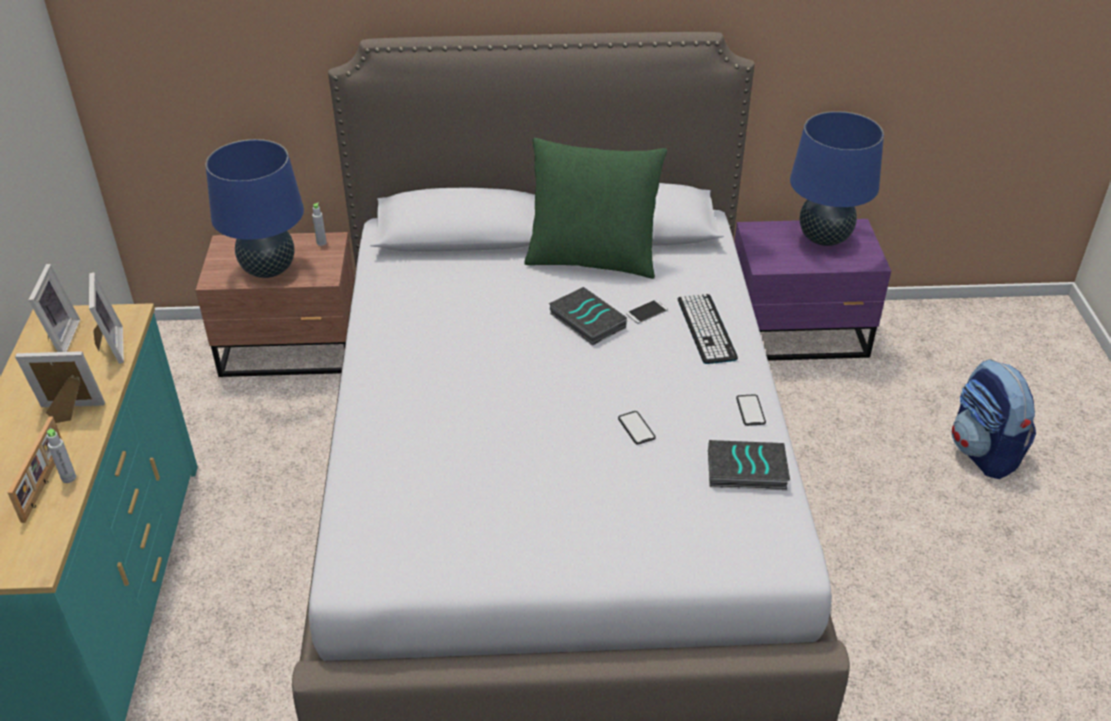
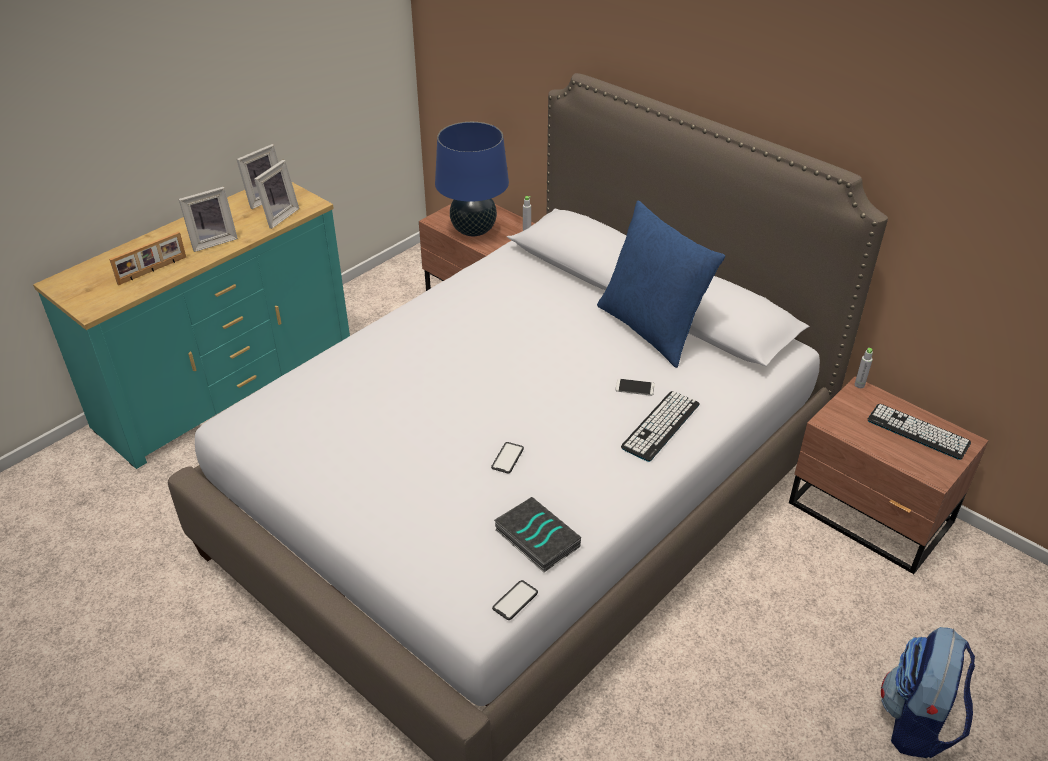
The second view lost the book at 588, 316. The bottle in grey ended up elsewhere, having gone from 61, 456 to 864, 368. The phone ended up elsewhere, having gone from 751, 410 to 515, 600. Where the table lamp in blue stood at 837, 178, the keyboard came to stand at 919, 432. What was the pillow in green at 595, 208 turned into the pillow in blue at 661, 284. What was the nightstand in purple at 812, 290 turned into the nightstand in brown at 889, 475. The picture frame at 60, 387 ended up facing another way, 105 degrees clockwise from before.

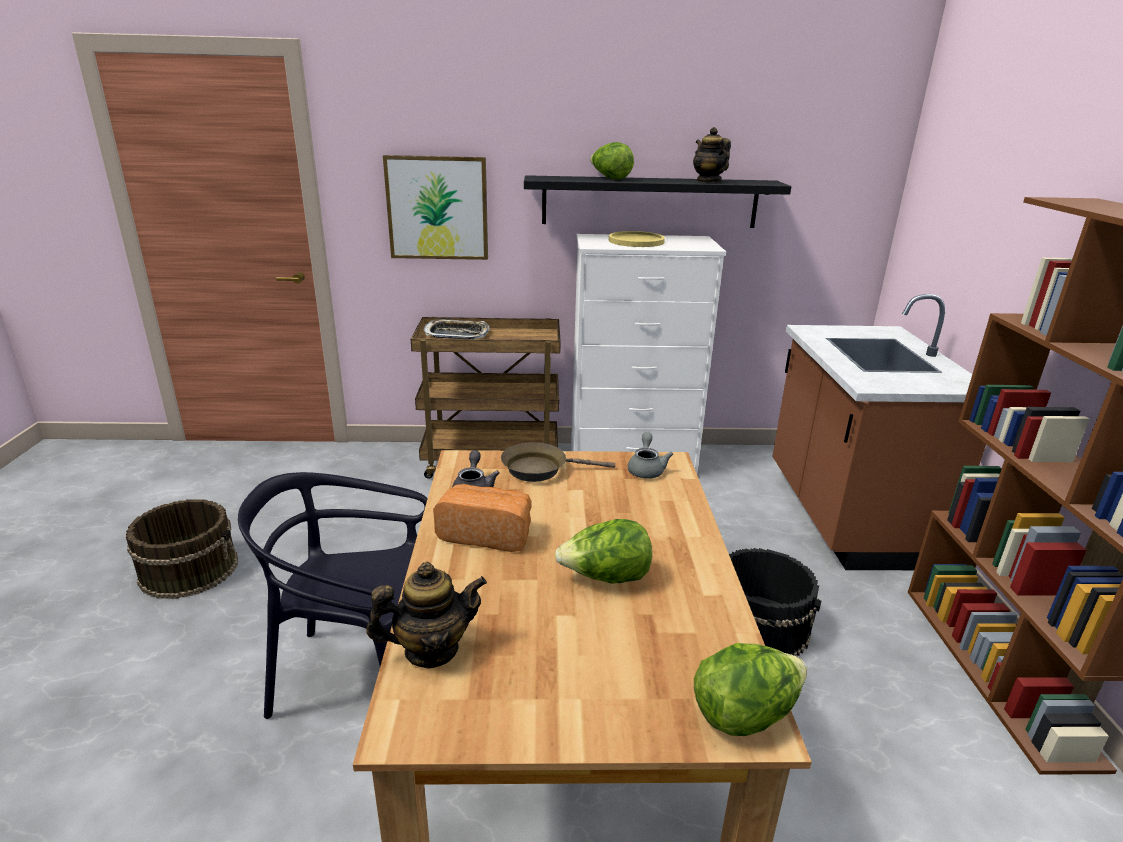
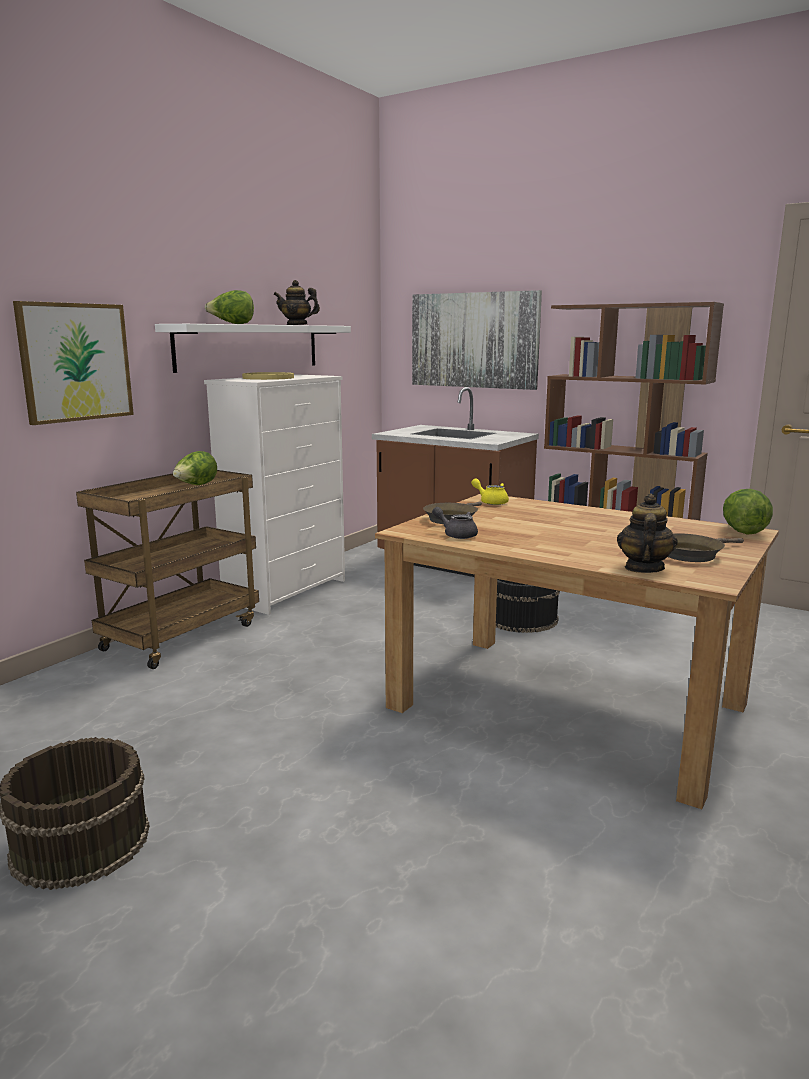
The second view lost the chair in black at 333, 595. The second view lost the tray at 456, 329. The second view lost the bread at 482, 518. The second view gained the picture at 477, 340. The second view gained the frying pan in brown at 706, 547. The lettuce ended up elsewhere, having gone from 603, 551 to 195, 468. What was the shelf in black at 657, 201 turned into the shelf in white at 253, 348. What was the teapot in grey at 650, 455 turned into the teapot in yellow at 490, 491.

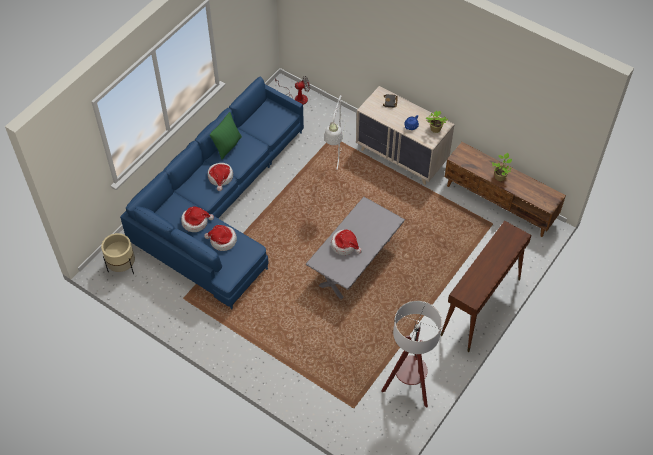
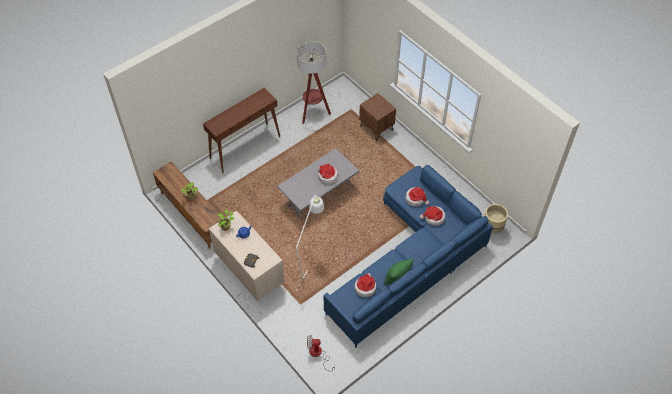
The second view gained the nightstand in brown at 377, 117. The hat ended up elsewhere, having gone from 220, 177 to 365, 285.

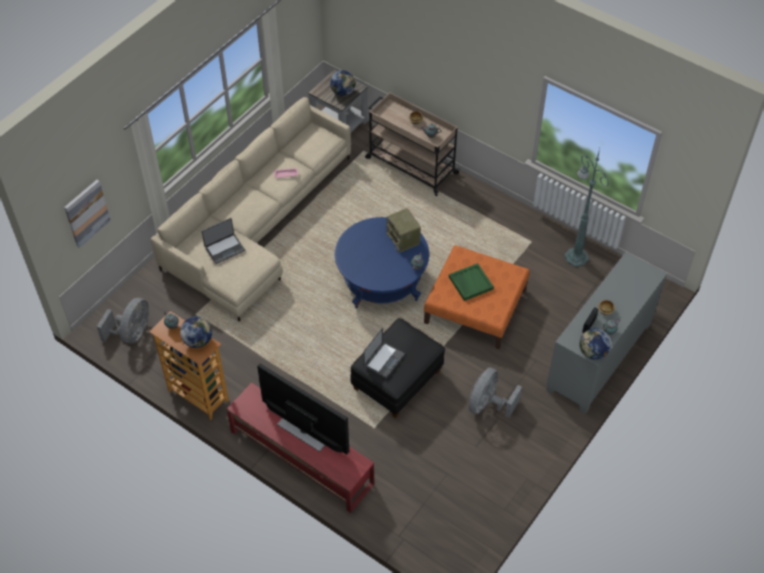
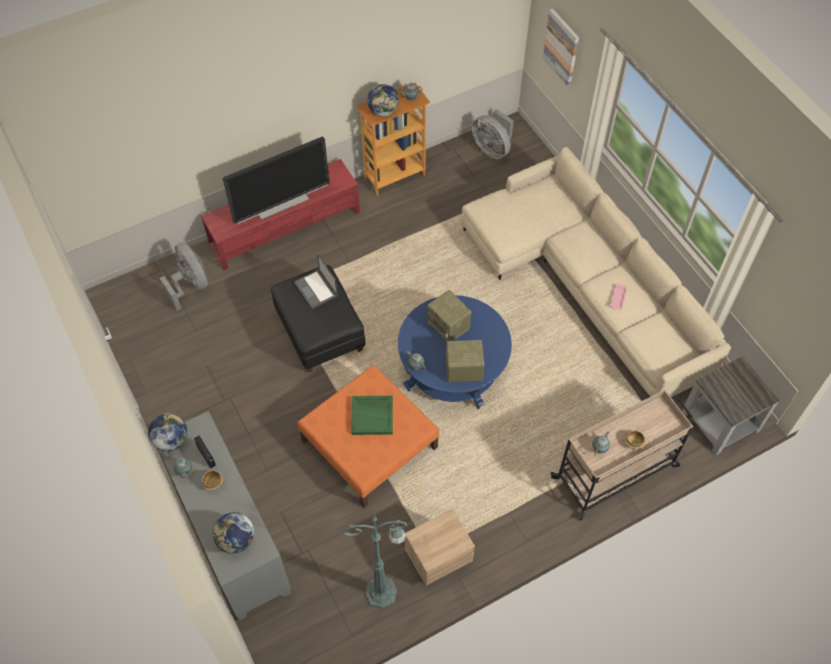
The second view lost the laptop at 223, 241. The second view gained the nightstand in beige at 440, 547. The second view gained the radio at 449, 316. The globe ended up elsewhere, having gone from 343, 83 to 233, 533. The fan in grey ended up elsewhere, having gone from 495, 392 to 184, 276.

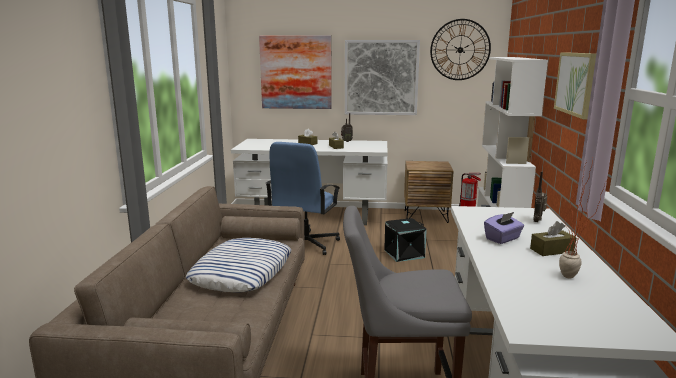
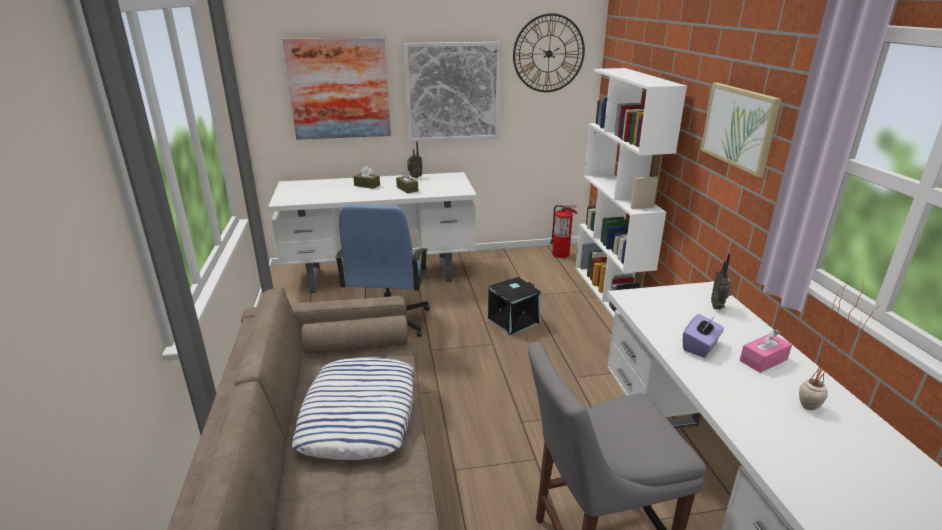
The second view lost the nightstand in brown at 428, 192. What was the tissue box in brown at 553, 238 turned into the tissue box in pink at 766, 351.

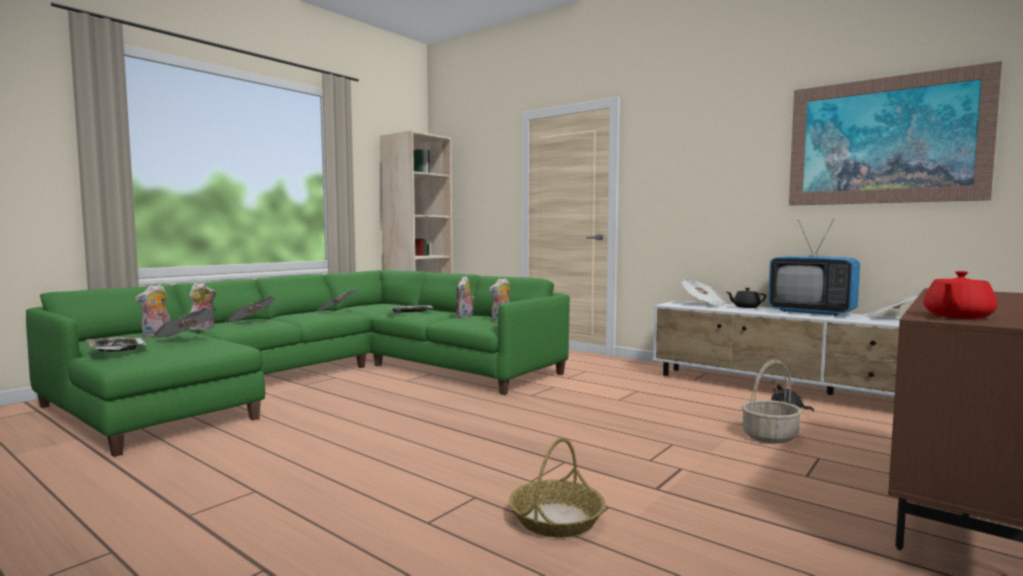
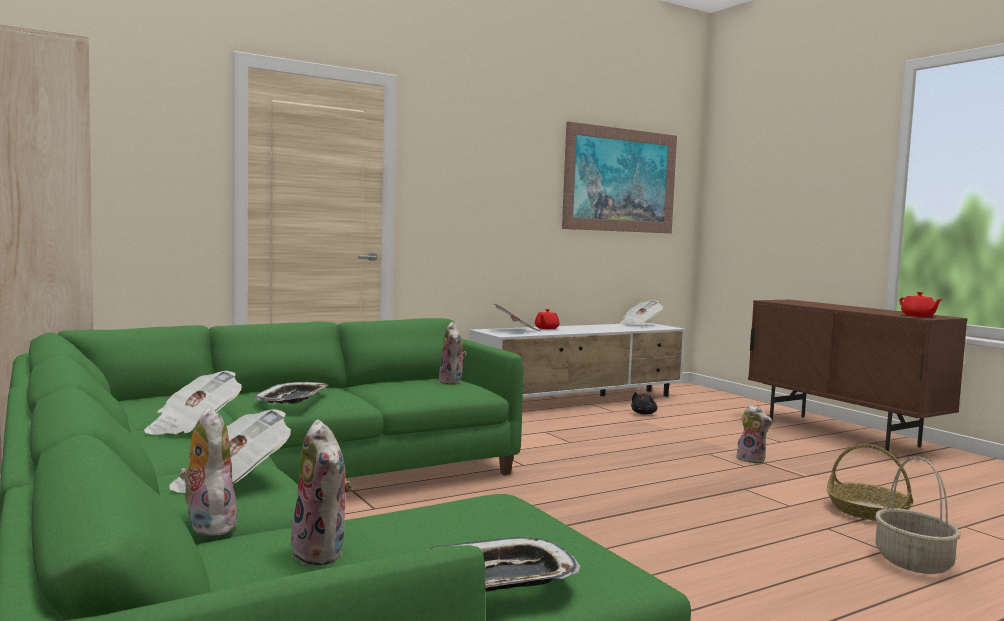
The second view lost the newspaper at 182, 323. The second view lost the television at 814, 267. The plush toy ended up elsewhere, having gone from 465, 297 to 754, 434. The basket ended up elsewhere, having gone from 771, 402 to 918, 515. What was the teapot in black at 746, 298 turned into the teapot in red at 547, 319.

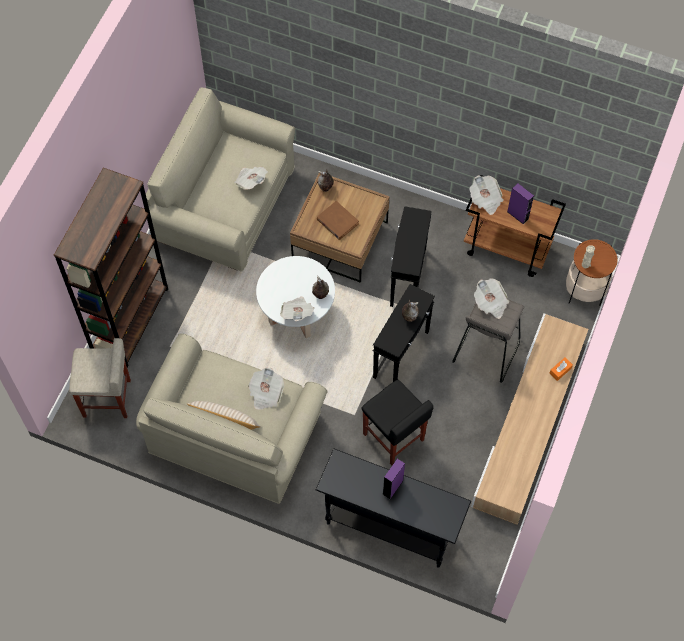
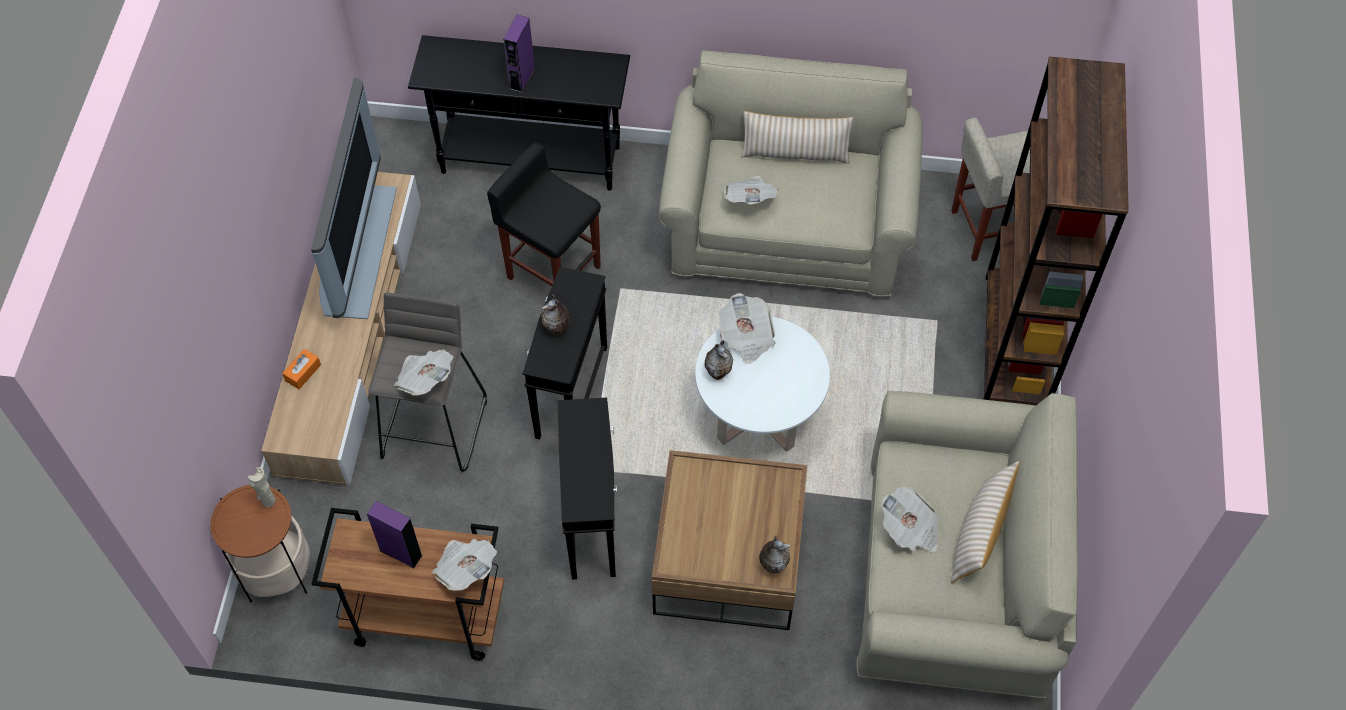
The second view lost the book in brown at 338, 220. The second view gained the television at 354, 198. The second view gained the pillow in beige at 985, 522.

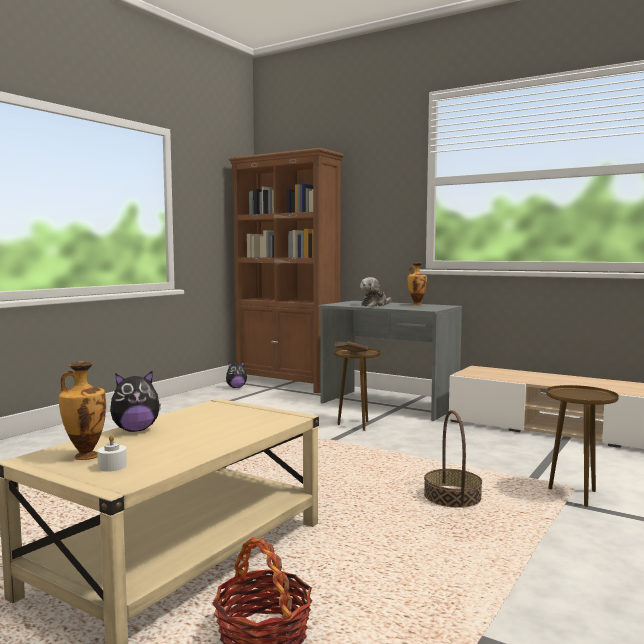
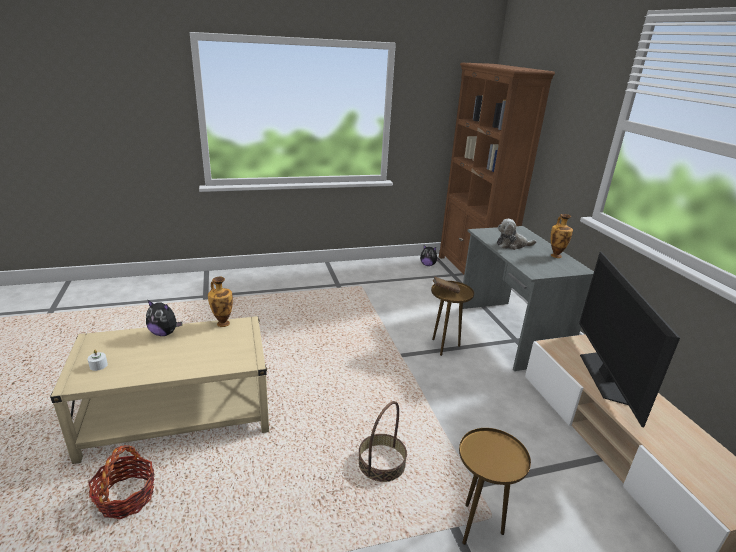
The second view gained the television at 629, 339. The vase ended up elsewhere, having gone from 82, 410 to 220, 302.

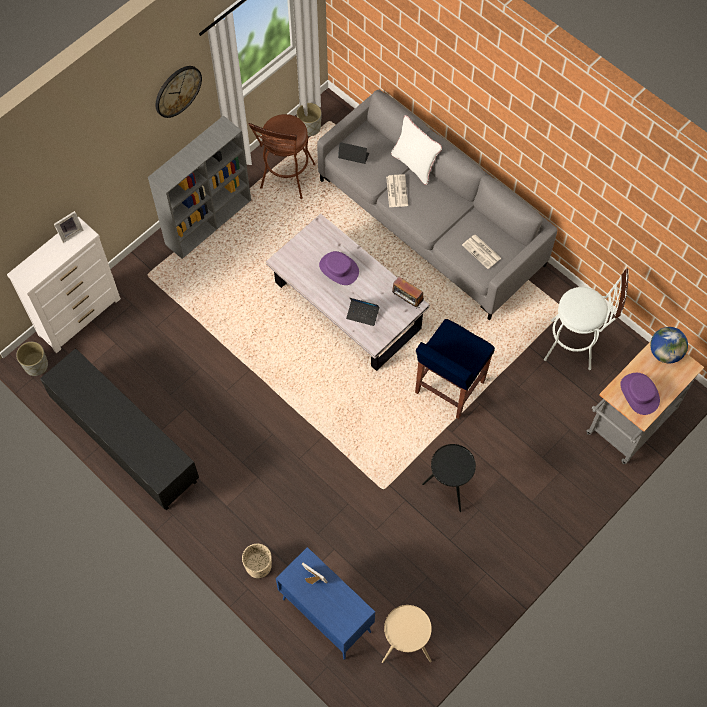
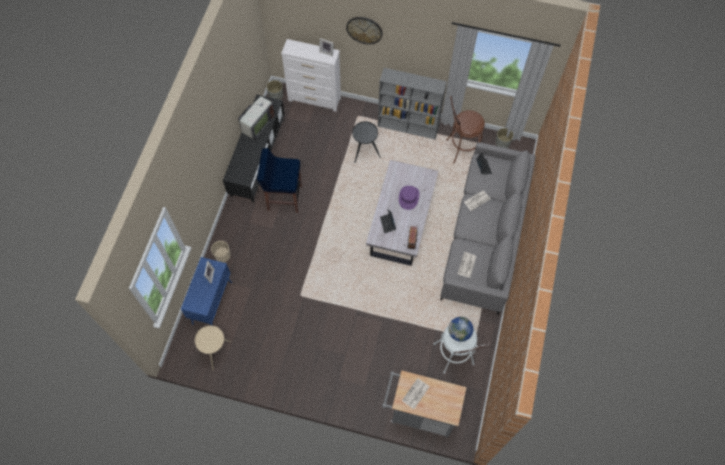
The second view lost the pillow in white at 416, 150. The second view gained the television at 256, 113. The wall clock ended up elsewhere, having gone from 179, 92 to 364, 30. The stool in blue ended up elsewhere, having gone from 455, 369 to 279, 180. The side table in black ended up elsewhere, having gone from 449, 478 to 366, 142. The globe ended up elsewhere, having gone from 669, 345 to 460, 329. Where the hat in purple stood at 640, 394, the newspaper came to stand at 415, 393.

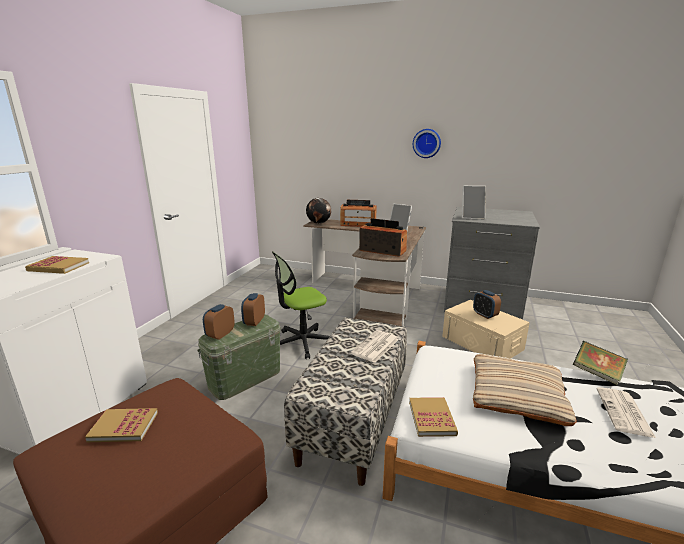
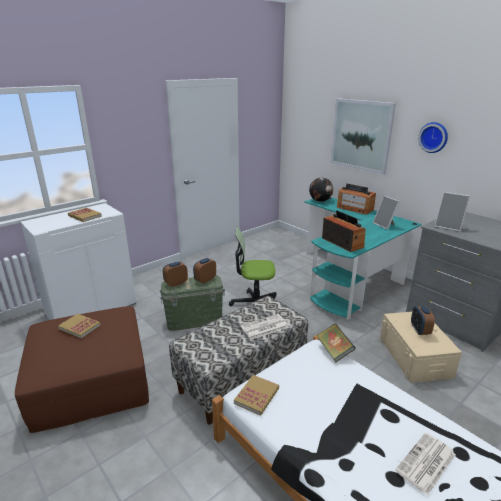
The second view lost the pillow in beige at 525, 390. The second view gained the picture at 363, 136. The book ended up elsewhere, having gone from 600, 363 to 335, 342. What was the desk in brown at 364, 272 turned into the desk in turquoise at 363, 258.

